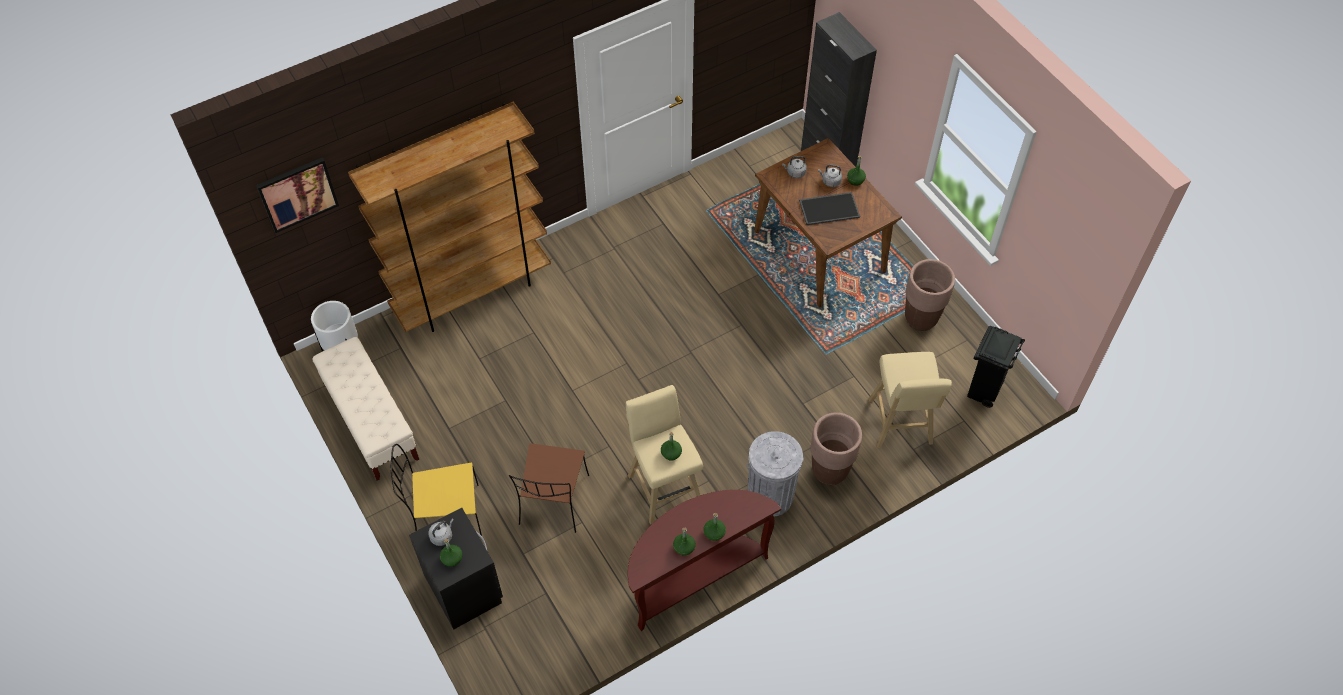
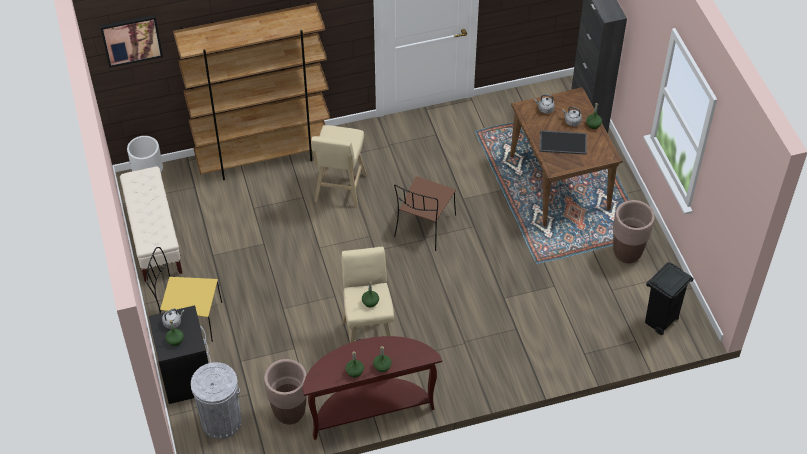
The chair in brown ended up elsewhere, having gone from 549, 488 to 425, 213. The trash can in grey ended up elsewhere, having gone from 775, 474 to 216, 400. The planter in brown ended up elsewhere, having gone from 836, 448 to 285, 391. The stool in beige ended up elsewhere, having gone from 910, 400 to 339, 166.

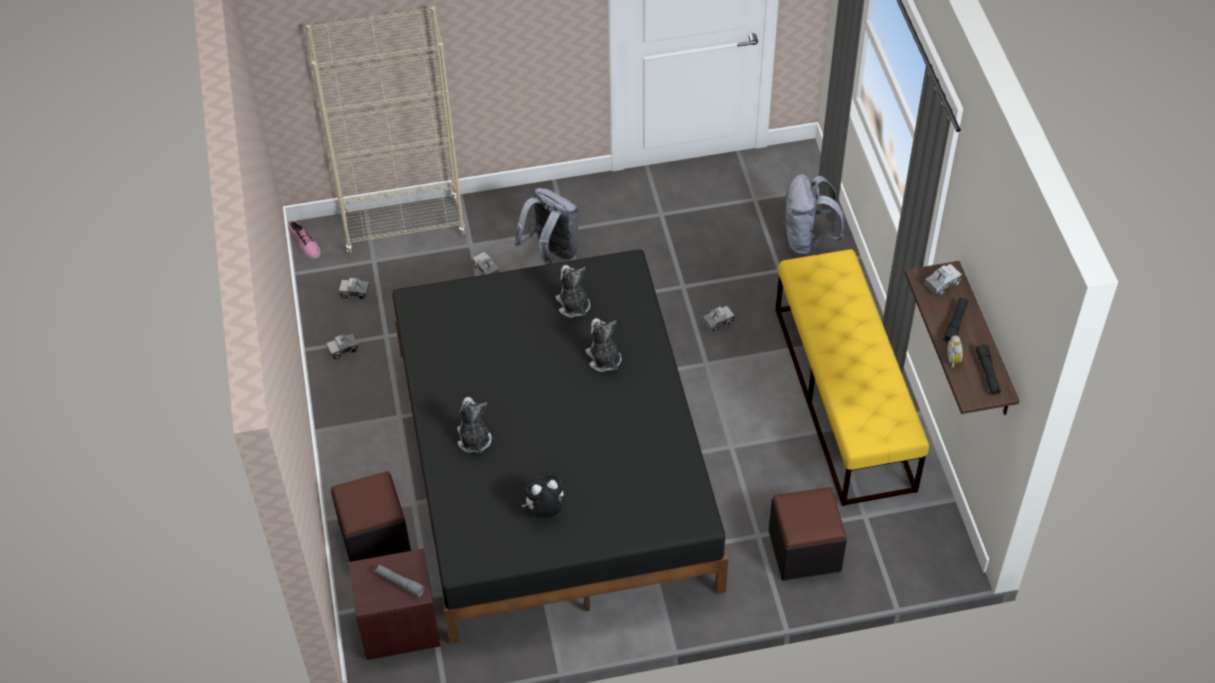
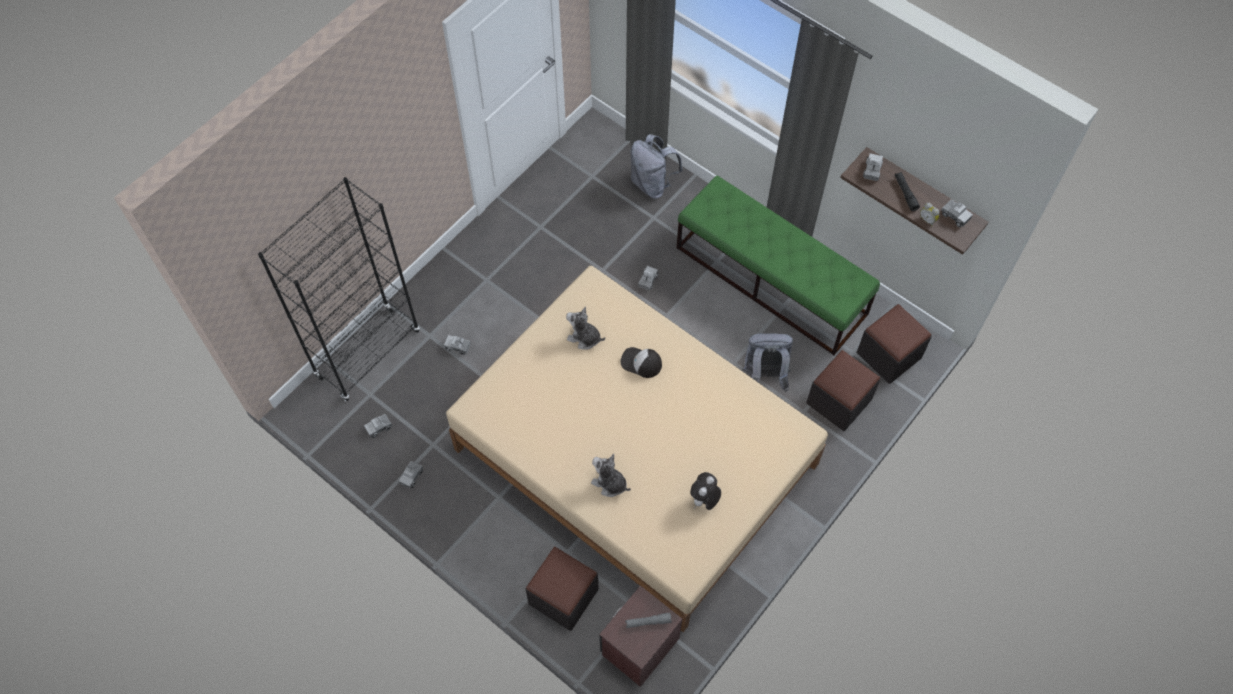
The second view lost the shoe at 305, 240. The second view gained the ottoman in black at 894, 344. The backpack in grey ended up elsewhere, having gone from 546, 226 to 767, 362. Where the plush toy stood at 603, 345, the cap came to stand at 641, 362. Where the flashlight in black stood at 988, 369, the toy truck came to stand at 957, 213. What was the bookcase in beige at 386, 130 turned into the bookcase in black at 339, 289. What was the bed in black at 560, 446 turned into the bed in beige at 637, 449. What was the bench in yellow at 852, 377 turned into the bench in green at 778, 265.

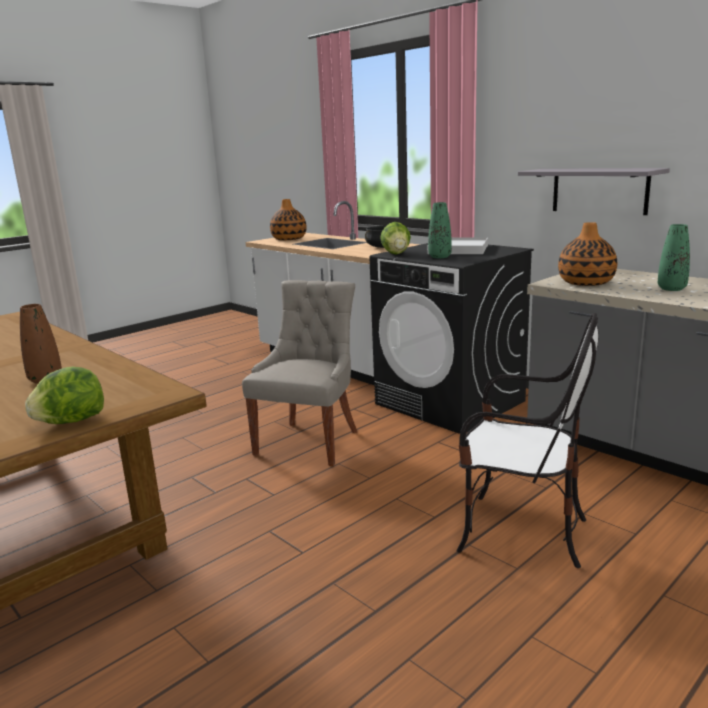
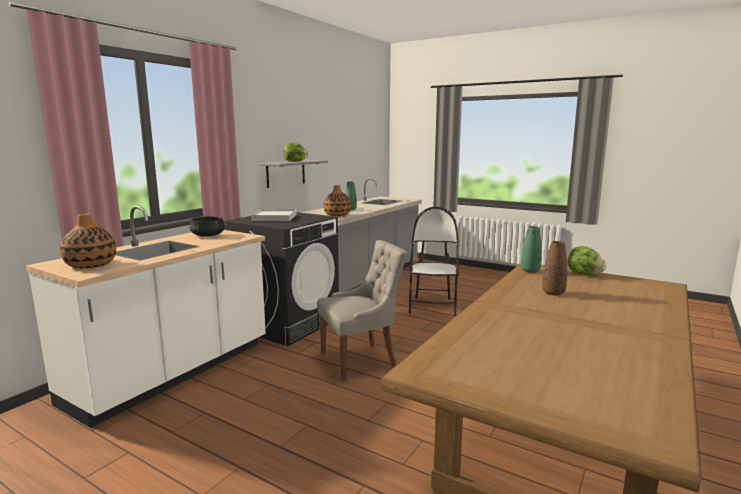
The lettuce ended up elsewhere, having gone from 395, 238 to 296, 152. The vase in green ended up elsewhere, having gone from 440, 230 to 531, 249. The chair in grey at 299, 373 ended up facing another way, 150 degrees clockwise from before.

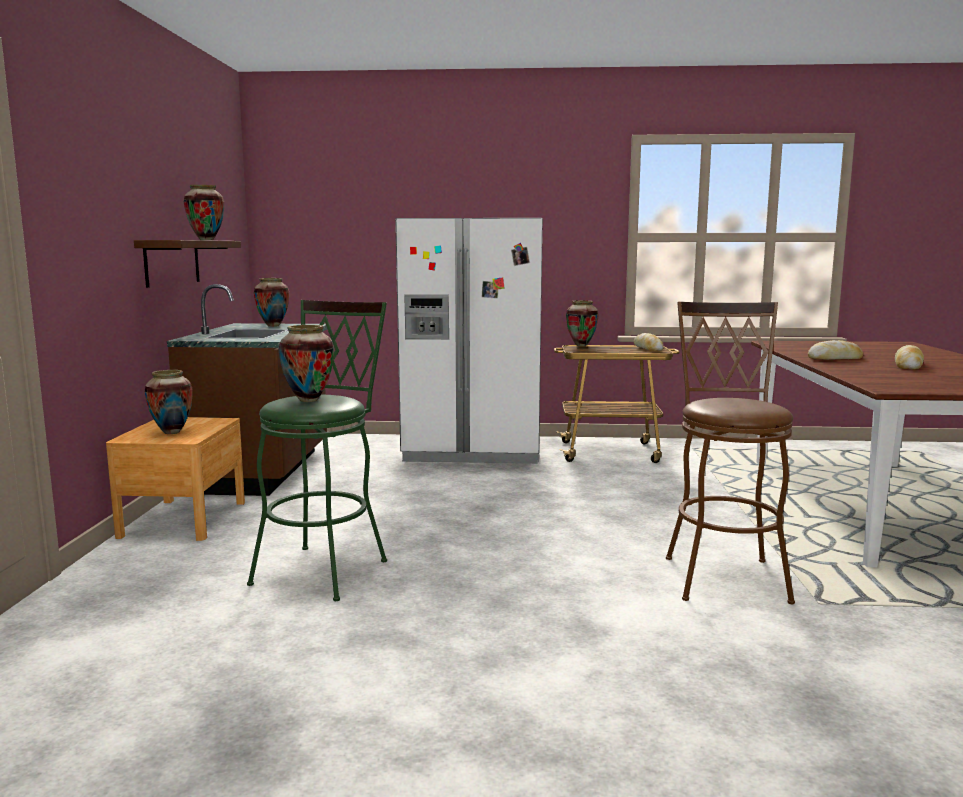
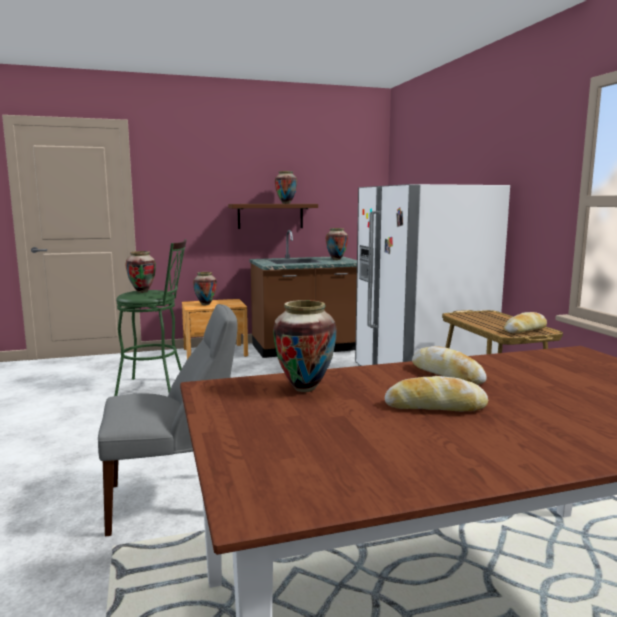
The vase ended up elsewhere, having gone from 582, 323 to 305, 346. Where the stool in brown stood at 730, 453, the chair in grey came to stand at 168, 420.

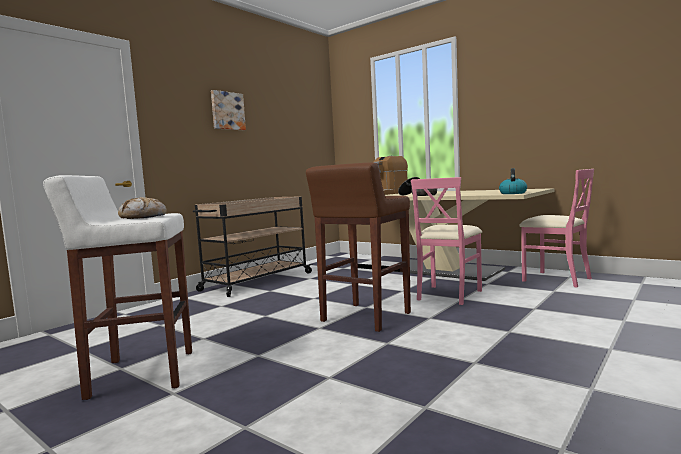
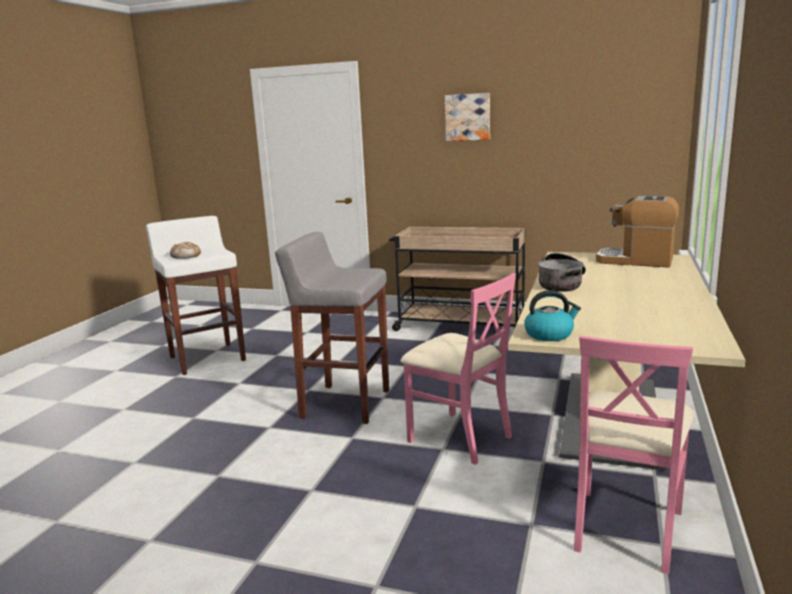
What was the stool in brown at 358, 247 turned into the stool in grey at 332, 328. The chair in pink at 446, 241 ended up facing another way, 150 degrees counterclockwise from before.

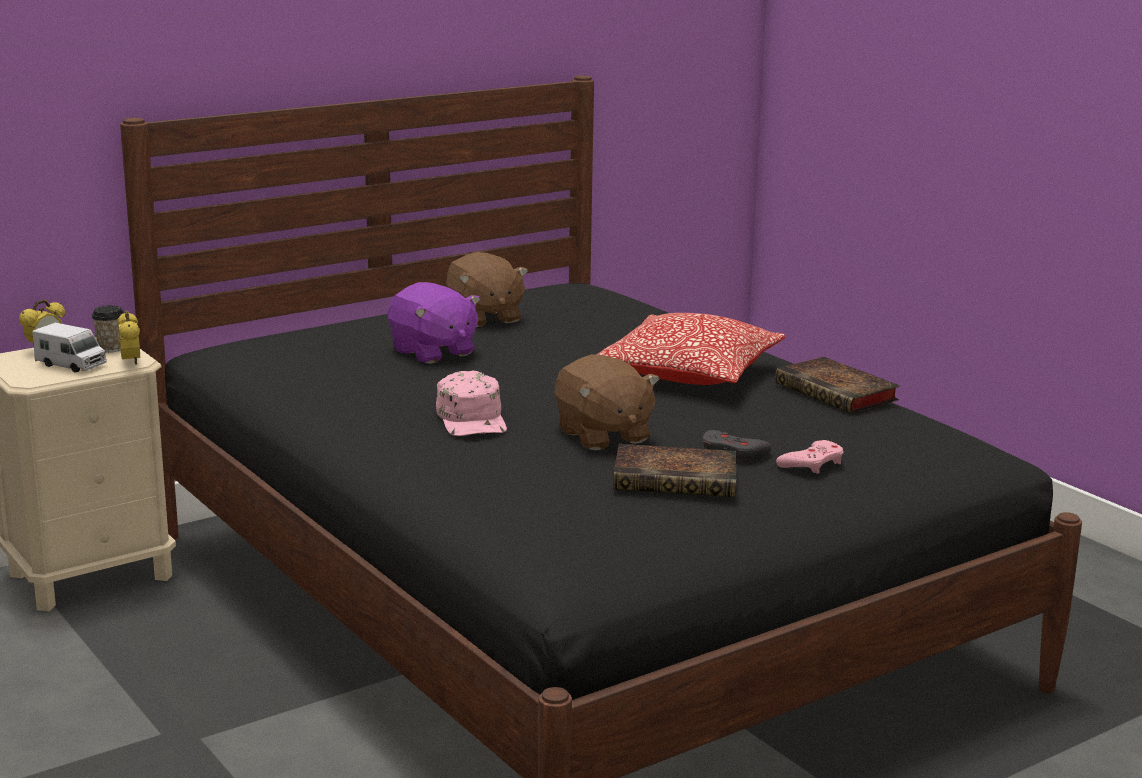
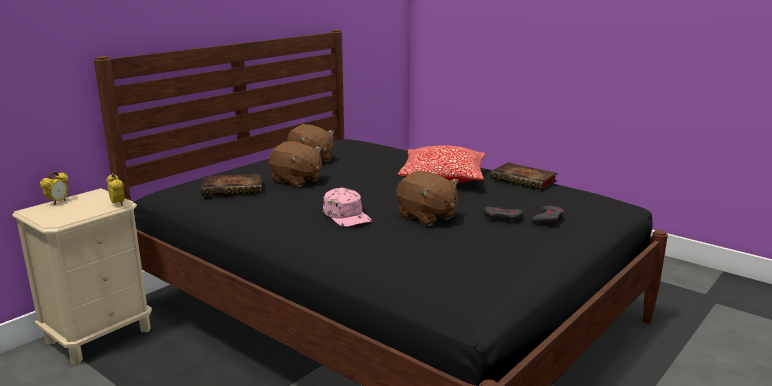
The second view lost the toy truck at 69, 347. The second view lost the cup at 108, 328. The book ended up elsewhere, having gone from 674, 470 to 231, 185. What was the plush toy in purple at 434, 323 turned into the plush toy in brown at 295, 164. What was the game controller in pink at 810, 457 turned into the game controller in grey at 547, 215.

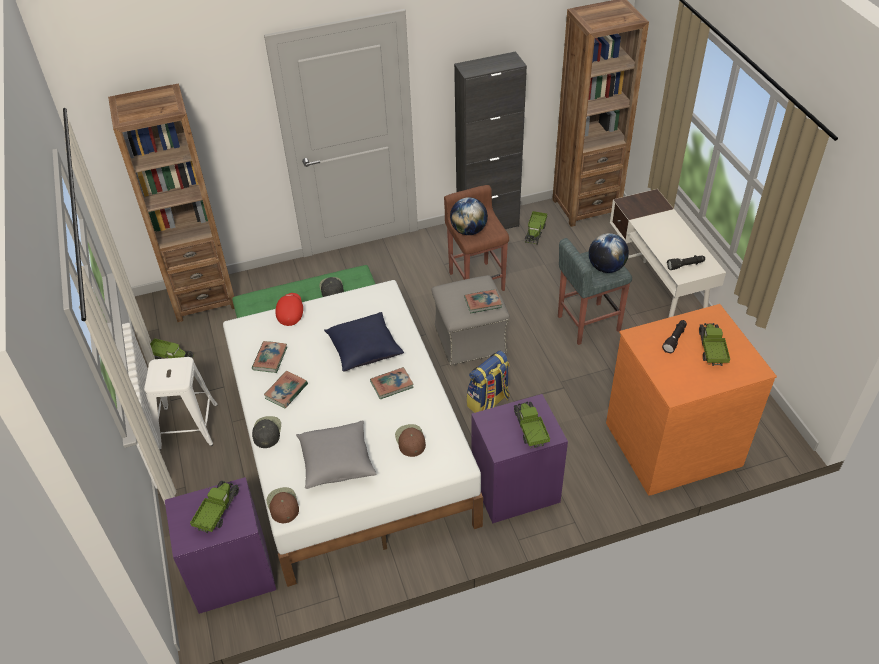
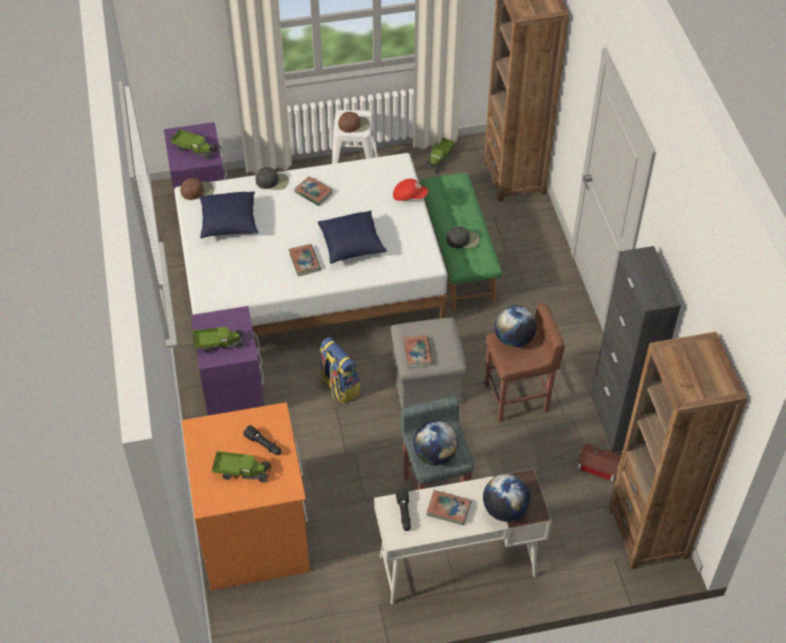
The second view gained the globe at 506, 498. The book ended up elsewhere, having gone from 269, 357 to 448, 507. The cap in brown ended up elsewhere, having gone from 410, 440 to 354, 122. Where the toy truck stood at 536, 228, the toy house came to stand at 599, 462. What was the pillow in grey at 336, 454 turned into the pillow in blue at 229, 214.

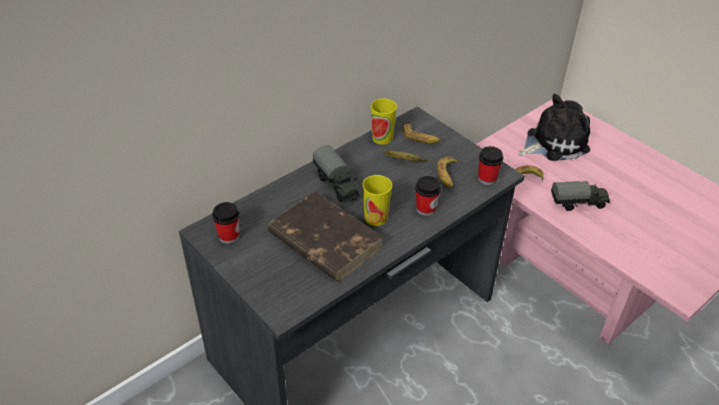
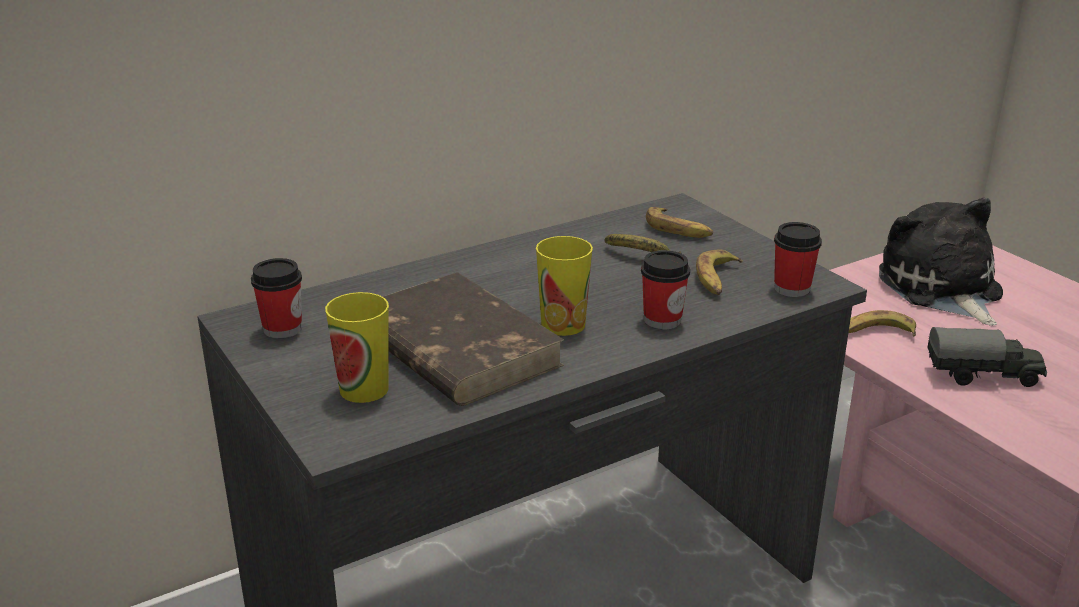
The second view lost the toy truck at 336, 173. The cup ended up elsewhere, having gone from 384, 122 to 357, 347. The plush toy at 554, 127 ended up facing another way, 90 degrees counterclockwise from before.

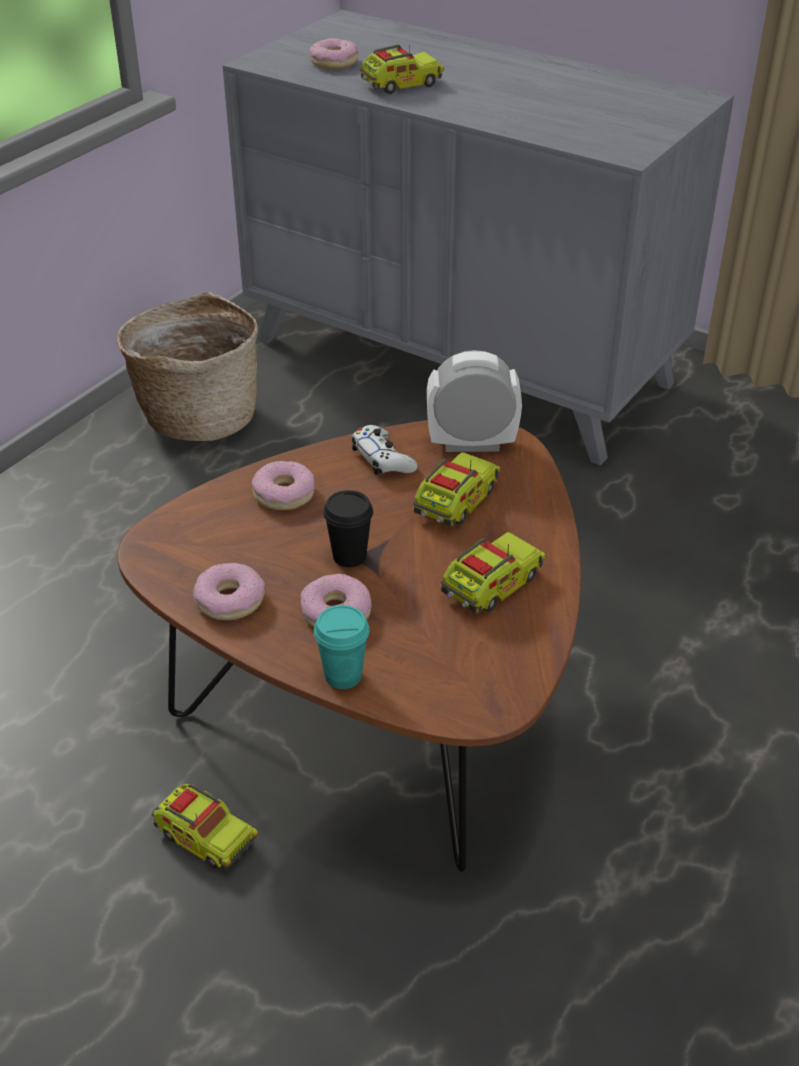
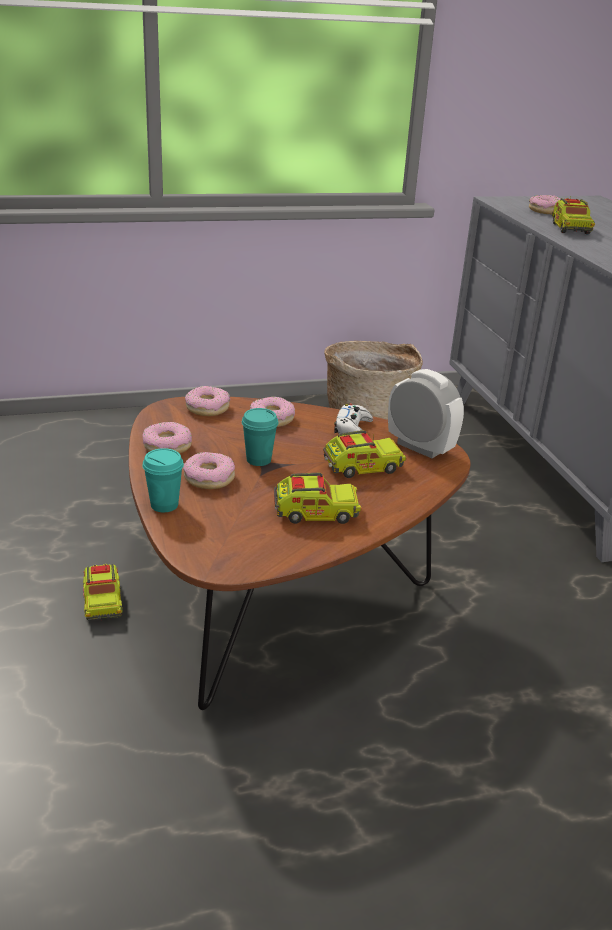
The second view gained the donut at 207, 401. What was the cup in black at 348, 528 turned into the cup in turquoise at 260, 437. The toy truck at 402, 69 ended up facing another way, 75 degrees clockwise from before.

